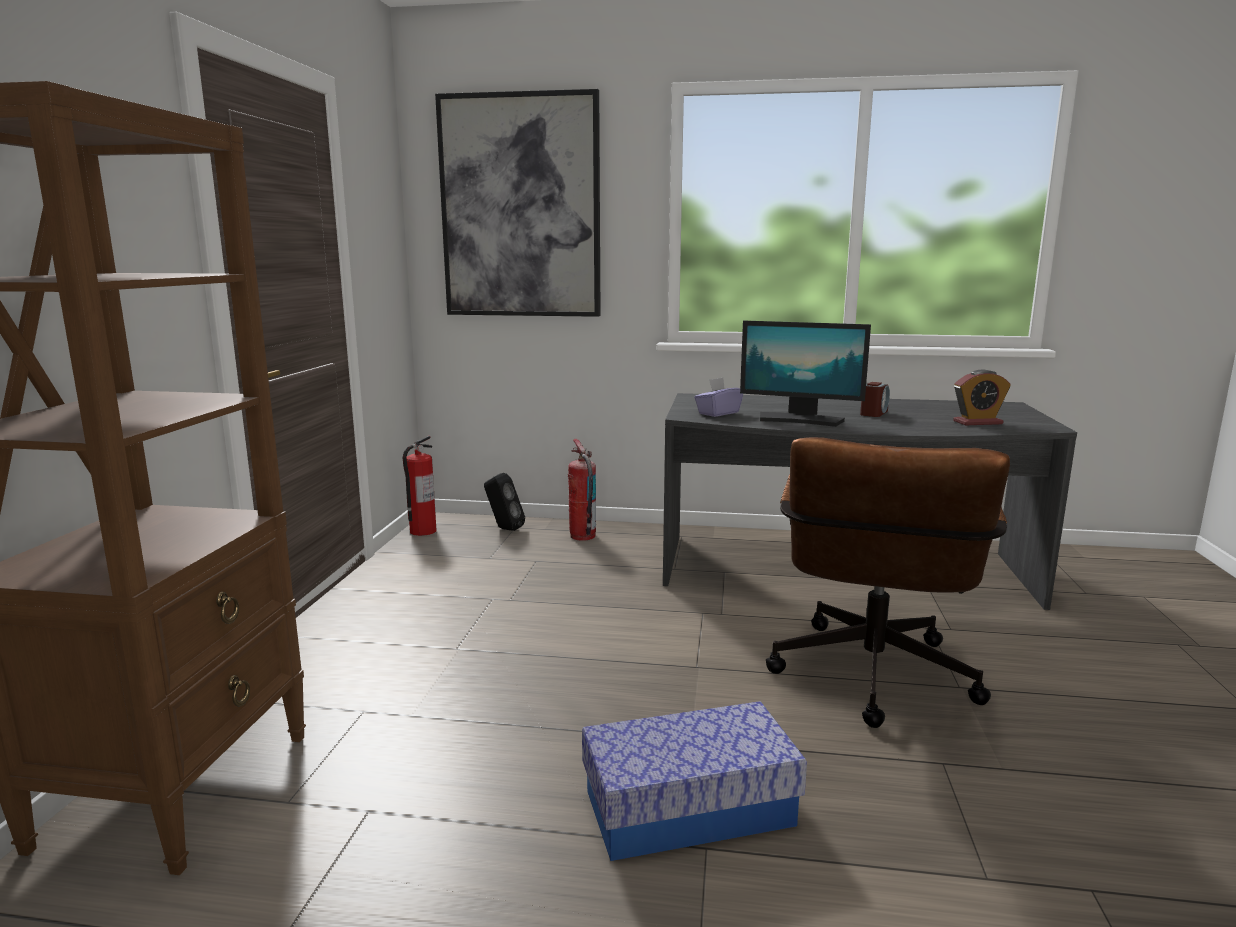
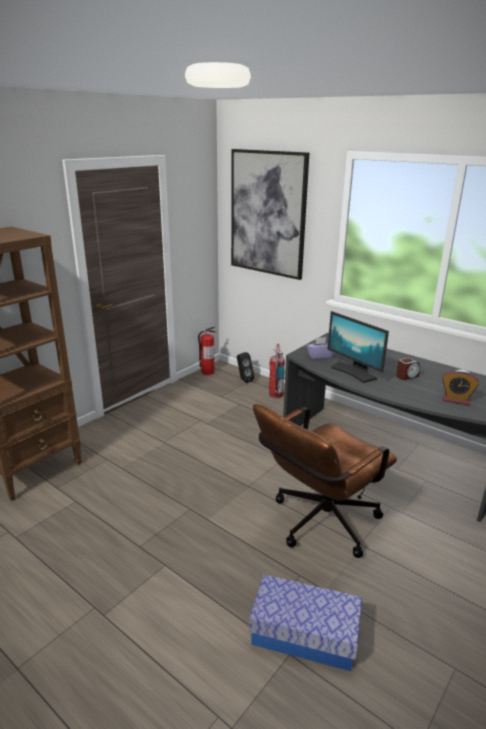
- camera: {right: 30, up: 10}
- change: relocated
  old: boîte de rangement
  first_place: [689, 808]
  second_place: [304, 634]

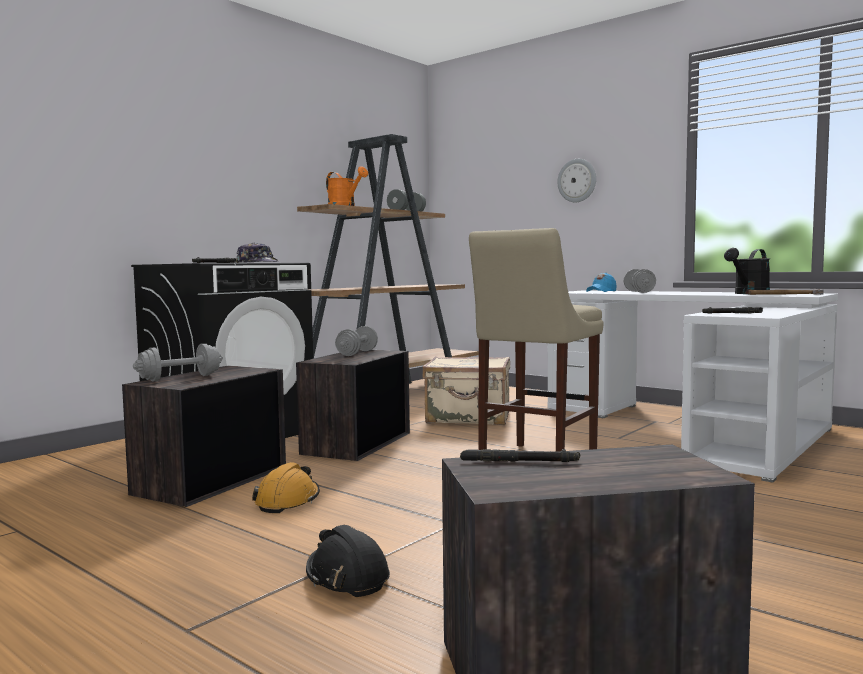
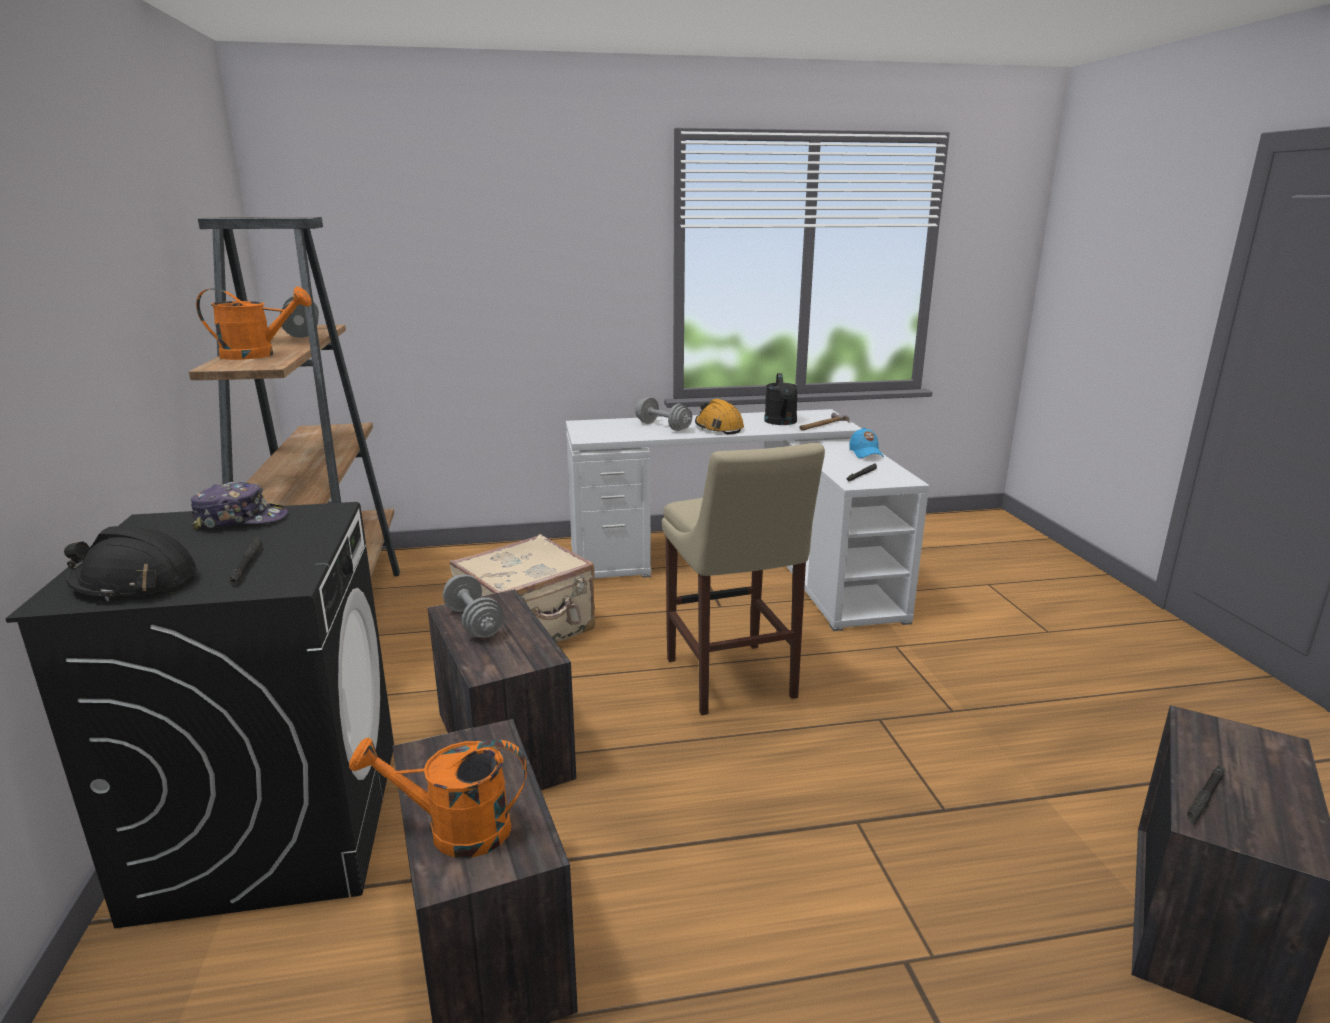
- camera: {right: -50, up: 15}
- change: exchanged
  old: haltère/gris
  new: arrosoir/orange
  first_place: [180, 378]
  second_place: [454, 830]
- change: relocated
  old: casque de chantier/orange
  first_place: [288, 501]
  second_place: [718, 428]
- change: relocated
  old: casque de chantier/noir
  first_place: [347, 577]
  second_place: [135, 583]
- change: missing
  old: horloge murale
  first_place: [577, 180]
- change: relocated
  old: casquette/bleu
  first_place: [601, 291]
  second_place: [865, 453]

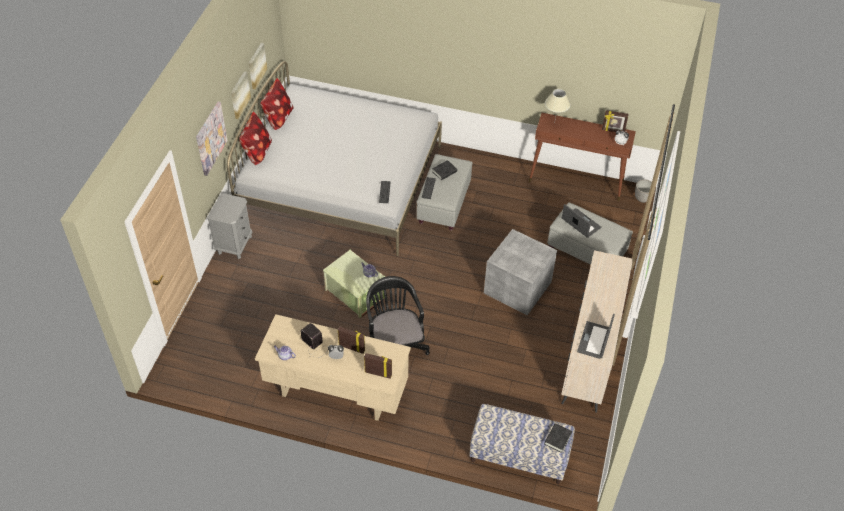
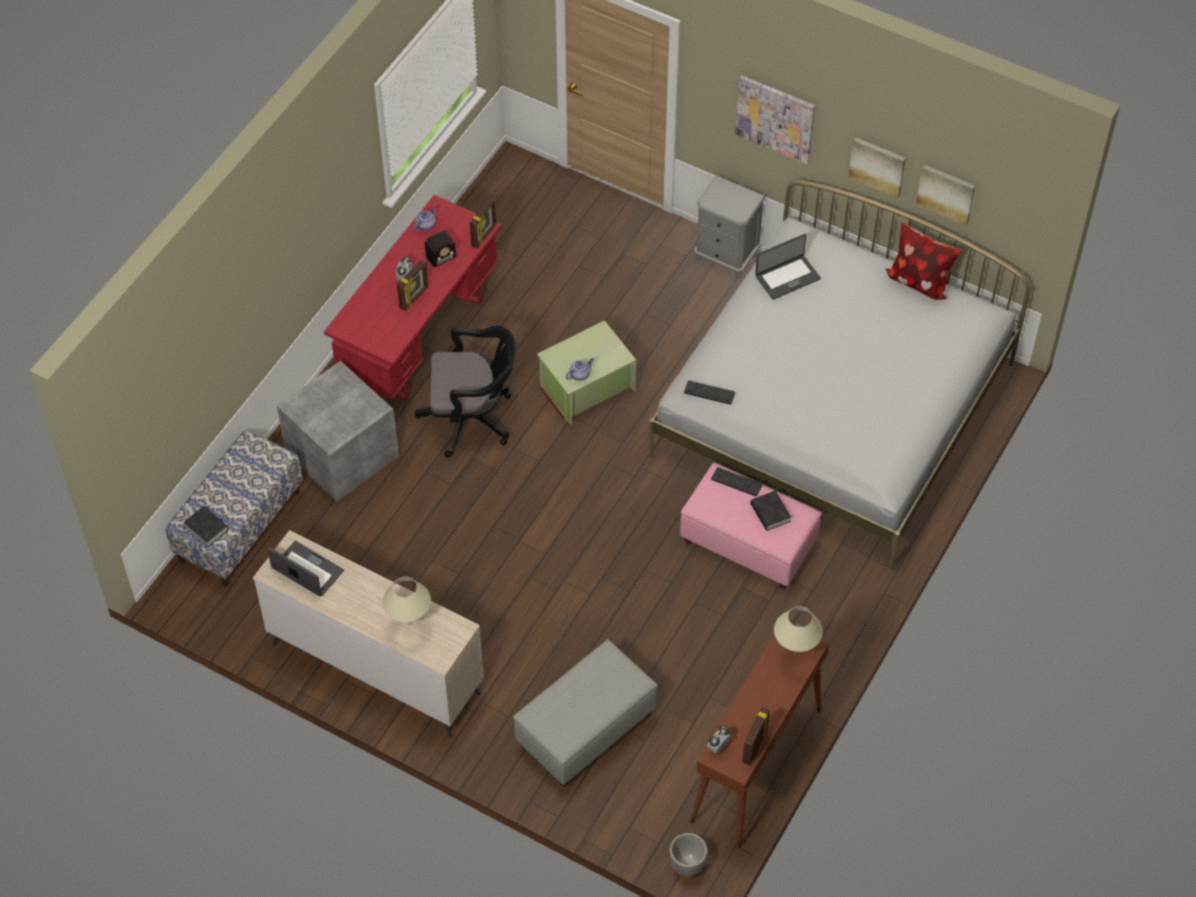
- camera: {right: 105, up: 5}
- change: missing
  old: coussin
  first_place: [257, 152]
- change: colour
  old: bureau/beige
  new: bureau/rouge
  first_place: [335, 392]
  second_place: [420, 337]
- change: relocated
  old: cadre photo
  first_place: [378, 373]
  second_place: [484, 236]
- change: colour
  old: pouf/gris
  new: pouf/rose
  first_place: [444, 203]
  second_place: [749, 544]
- change: relocated
  old: boîte de rangement/gris
  first_place: [518, 288]
  second_place: [340, 454]
- change: relocated
  old: ordinateur portable
  first_place: [580, 223]
  second_place: [787, 277]
- change: appeared
  new: lampe de table/beige
  second_place: [409, 626]

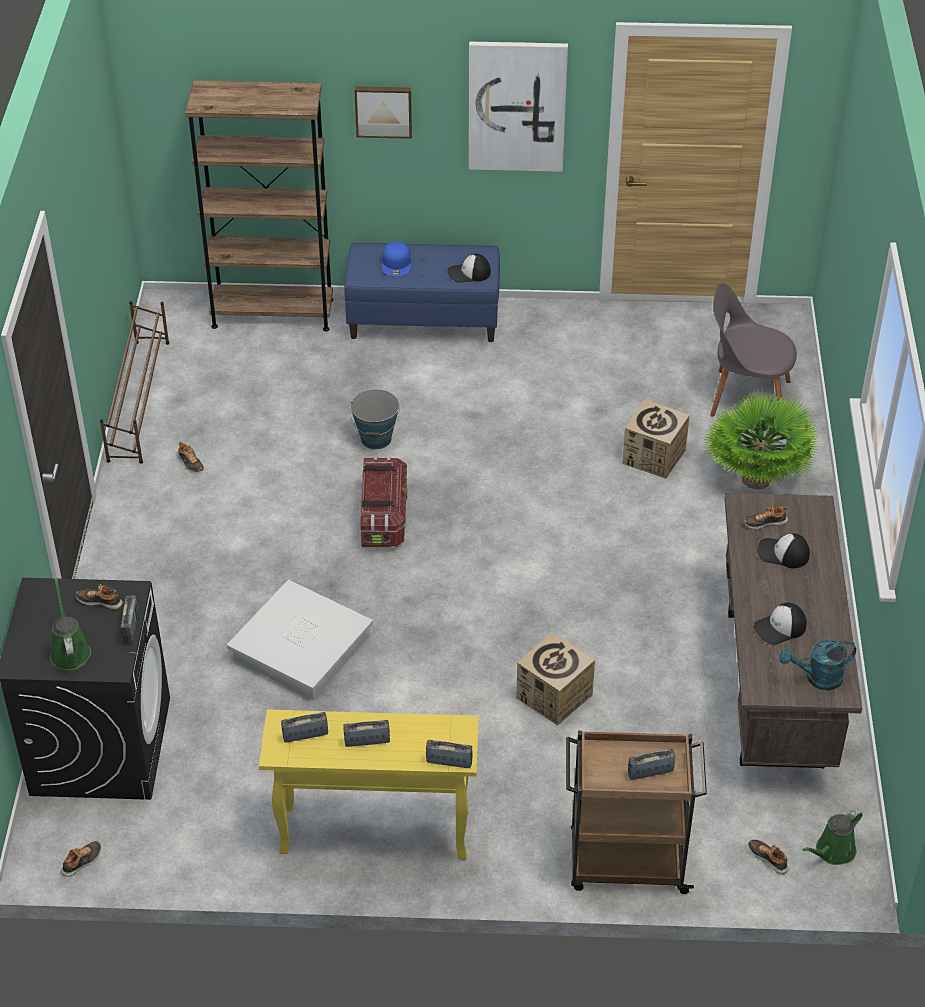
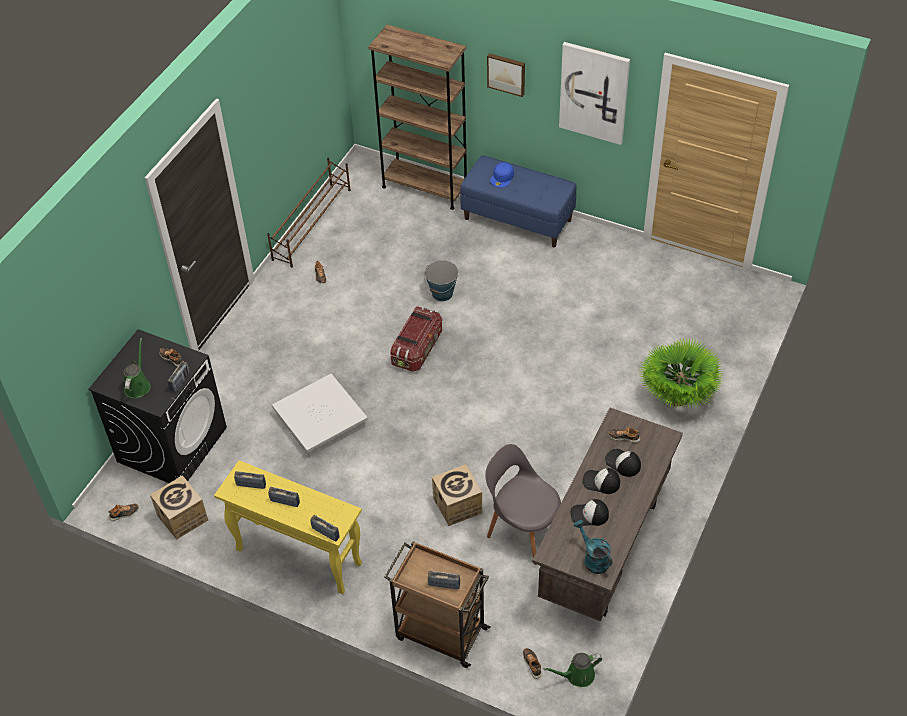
- camera: {right: 25, up: 5}
- change: relocated
  old: casquette
  first_place: [469, 273]
  second_place: [601, 482]
- change: relocated
  old: carton
  first_place: [654, 456]
  second_place: [182, 518]
- change: relocated
  old: chaise/gris
  first_place: [745, 397]
  second_place: [523, 529]
- change: spun
  old: arrosoir/turquoise
  first_place: [817, 678]
  second_place: [593, 559]
  degrees: 45

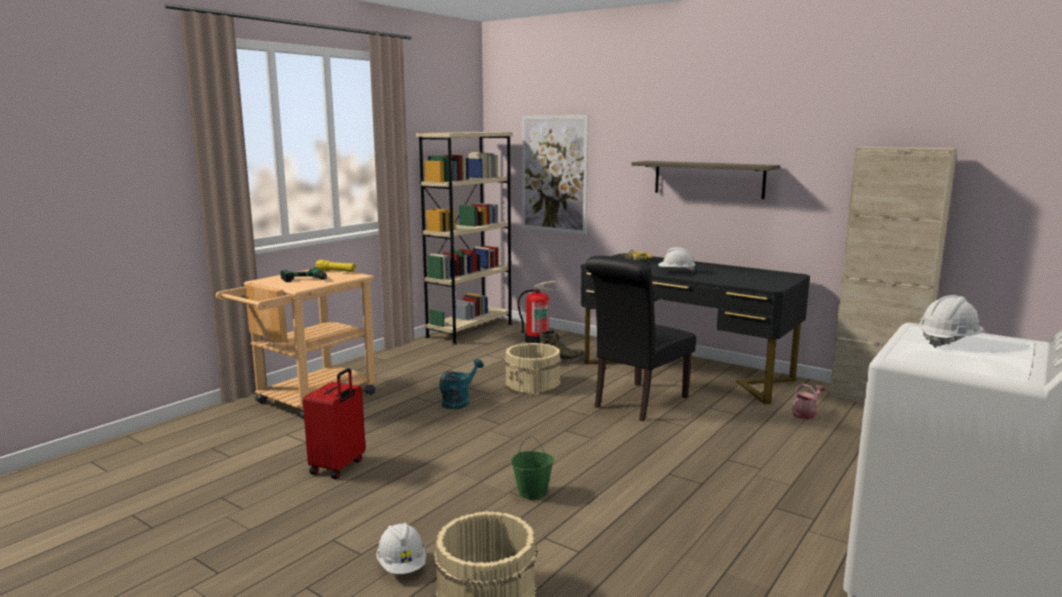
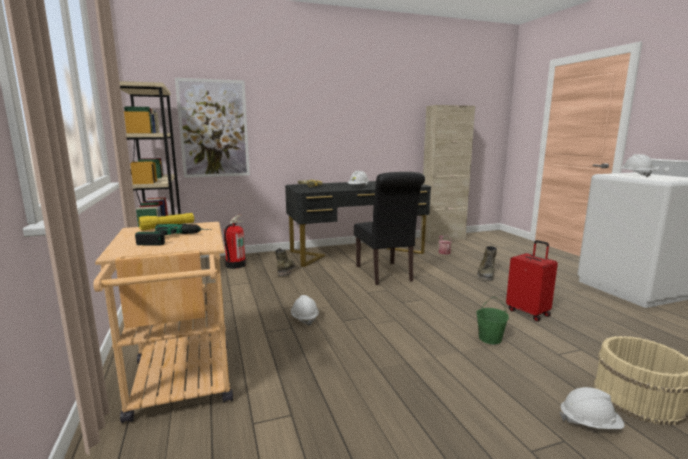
- camera: {right: -55, up: 0}
- change: relocated
  old: valise/rouge
  first_place: [338, 467]
  second_place: [528, 312]
- change: exchanged
  old: arrosoir/turquoise
  new: casque de chantier/blanc
  first_place: [459, 401]
  second_place: [304, 318]
- change: missing
  old: seau/beige
  first_place: [533, 385]
- change: missing
  old: étagère
  first_place: [708, 179]
- change: appeared
  new: botte/vert
  second_place: [486, 274]

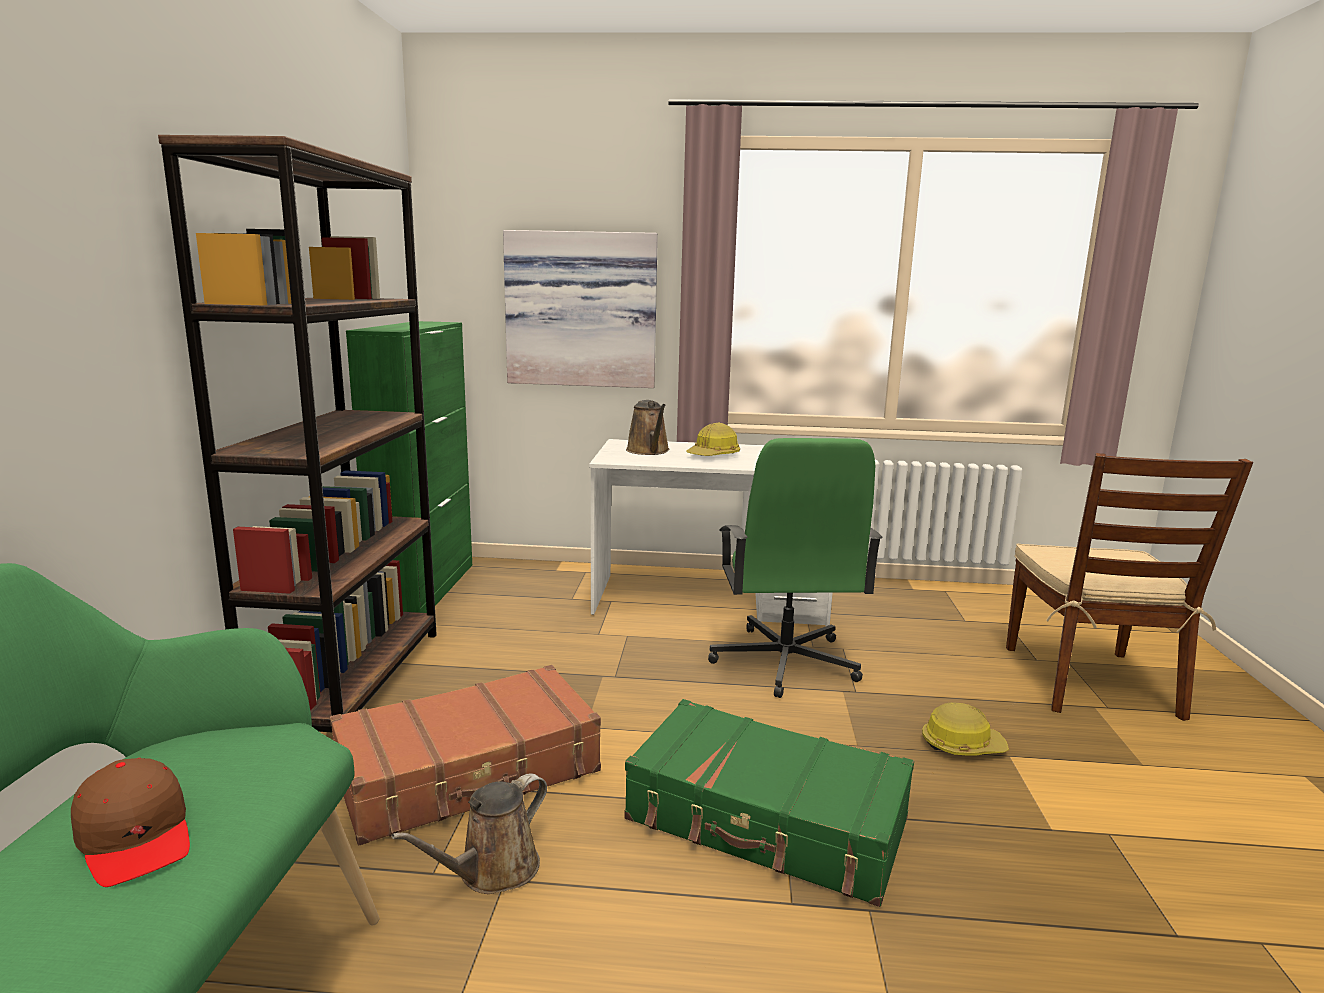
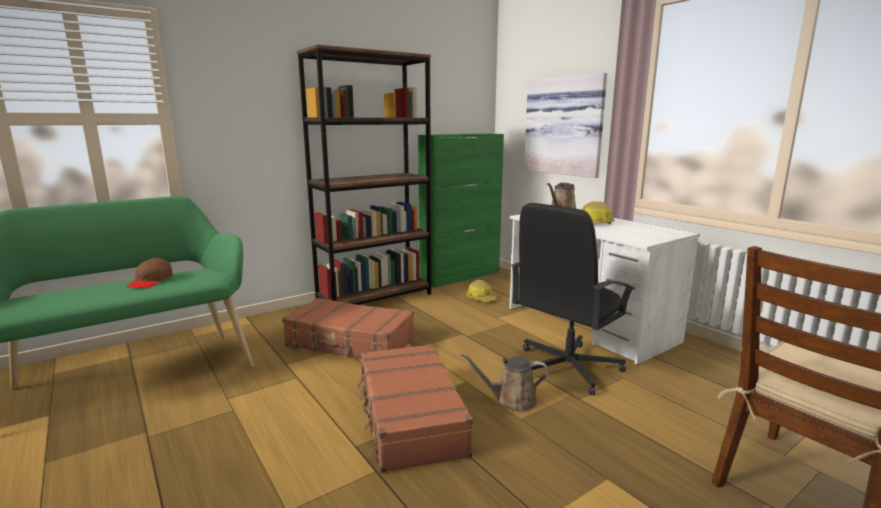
- camera: {right: 50, up: 0}
- change: relocated
  old: arrosoir/marron
  first_place: [492, 871]
  second_place: [511, 400]
- change: colour
  old: valise/vert
  new: valise/marron
  first_place: [766, 821]
  second_place: [409, 417]
- change: colour
  old: chaise de bureau/vert
  new: chaise de bureau/noir
  first_place: [784, 662]
  second_place: [566, 367]
- change: relocated
  old: casque de chantier
  first_place: [961, 745]
  second_place: [481, 298]

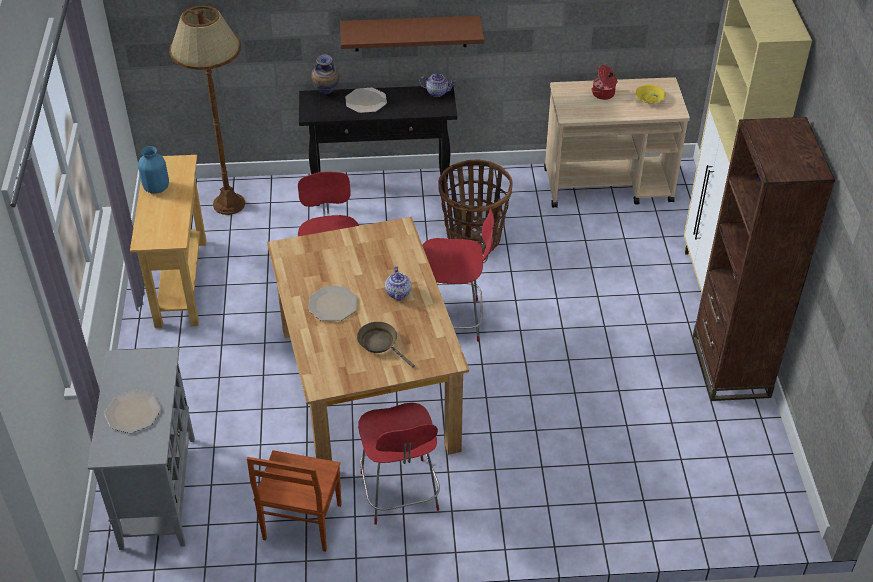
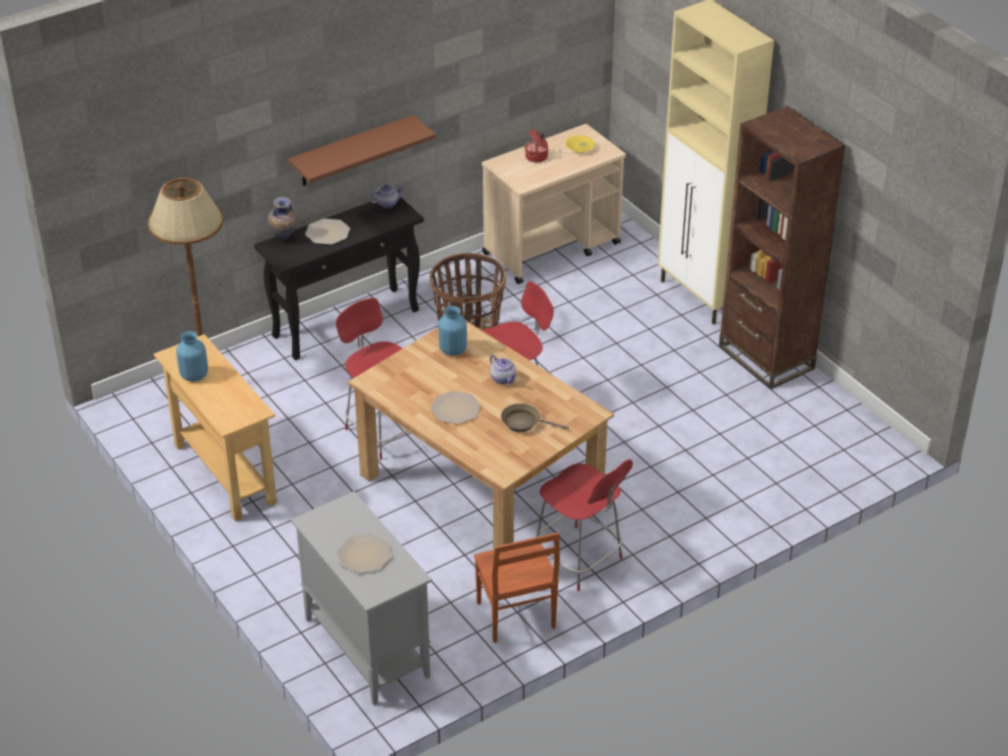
- camera: {right: -30, up: -5}
- change: appeared
  new: vase/bleu
  second_place: [452, 350]

